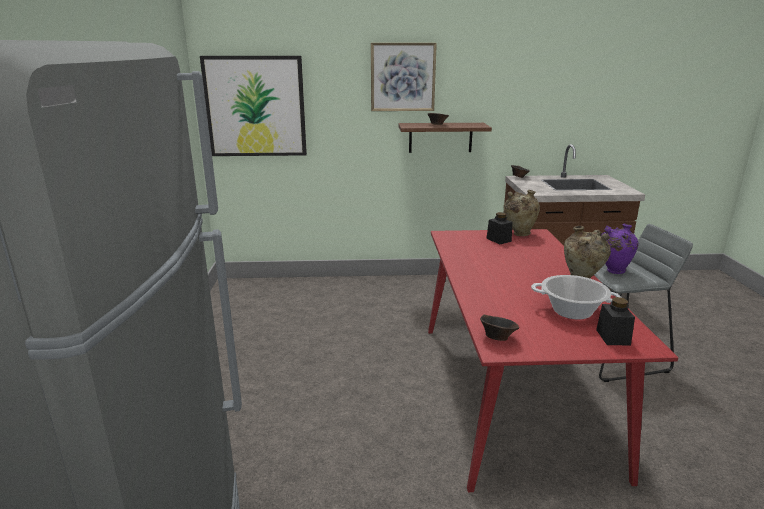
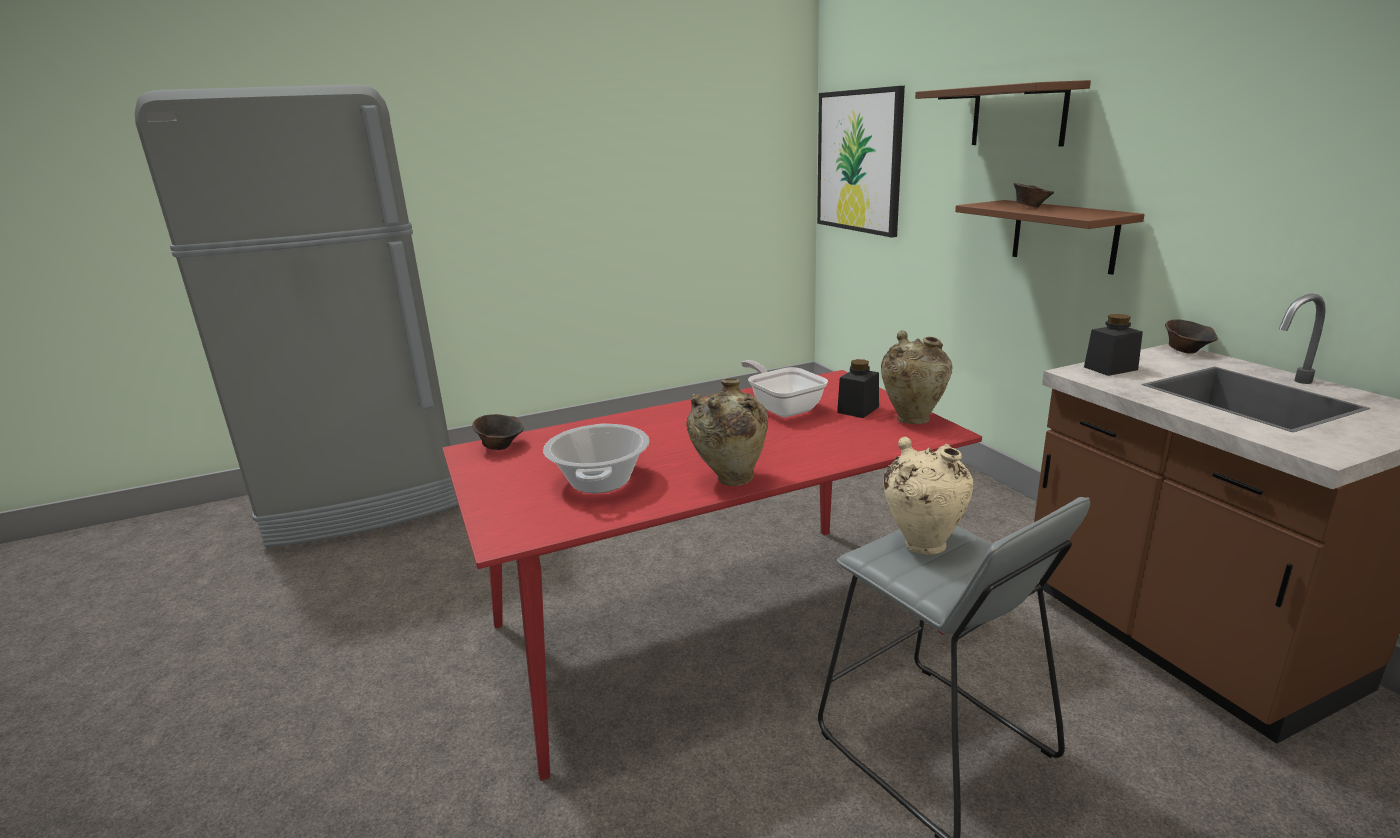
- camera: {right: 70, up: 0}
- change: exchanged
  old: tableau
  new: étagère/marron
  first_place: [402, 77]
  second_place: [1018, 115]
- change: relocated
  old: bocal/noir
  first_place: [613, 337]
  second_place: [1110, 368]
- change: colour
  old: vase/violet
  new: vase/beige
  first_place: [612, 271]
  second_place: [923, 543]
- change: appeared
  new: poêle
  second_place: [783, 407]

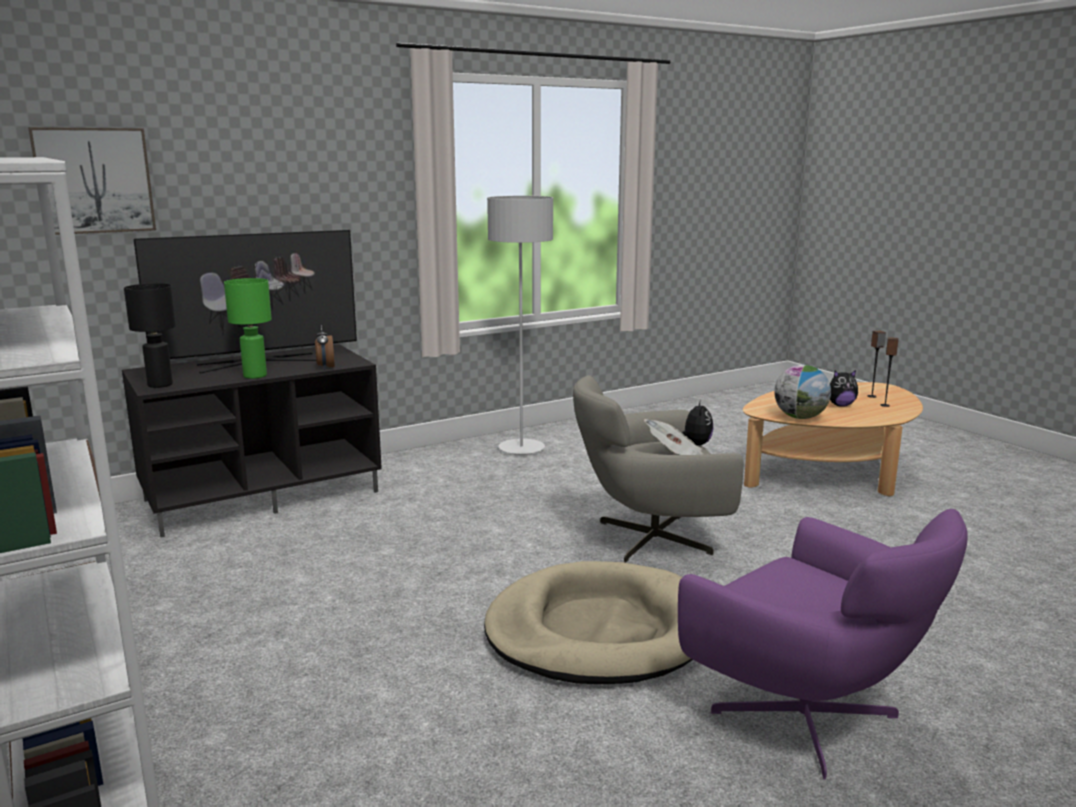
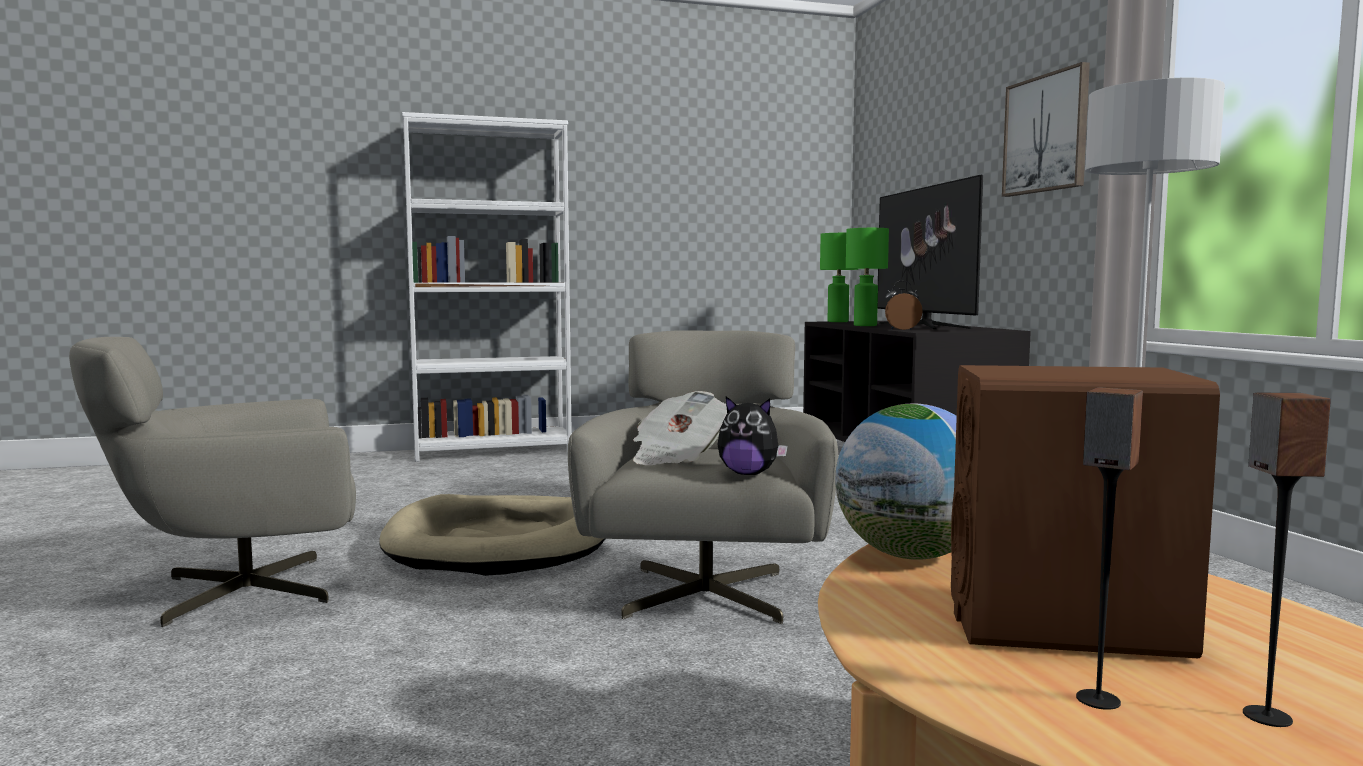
- camera: {right: 105, up: -10}
- change: relocated
  old: tableau
  first_place: [94, 180]
  second_place: [1046, 134]
- change: colour
  old: lampe de table/noir
  new: lampe de table/vert
  first_place: [159, 385]
  second_place: [837, 322]
- change: colour
  old: fauteuil/violet
  new: fauteuil/gris
  first_place: [811, 719]
  second_place: [237, 591]
- change: exchanged
  old: peluche
  new: enceinte/marron
  first_place: [840, 405]
  second_place: [1065, 625]

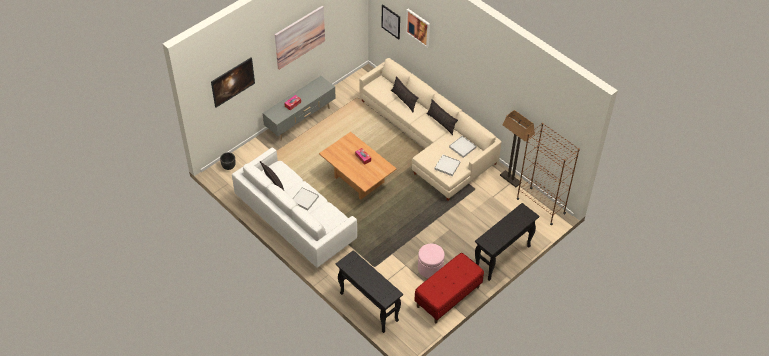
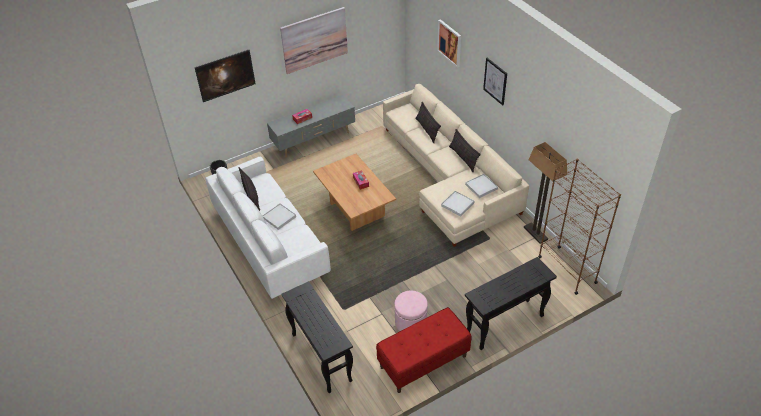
- camera: {right: 15, up: -5}
- change: relocated
  old: tableau
  first_place: [391, 21]
  second_place: [495, 81]

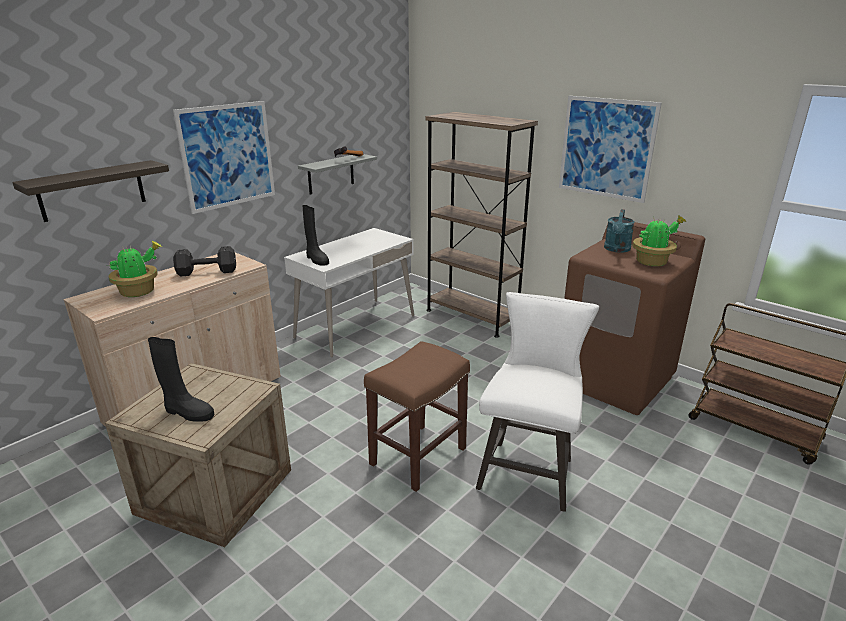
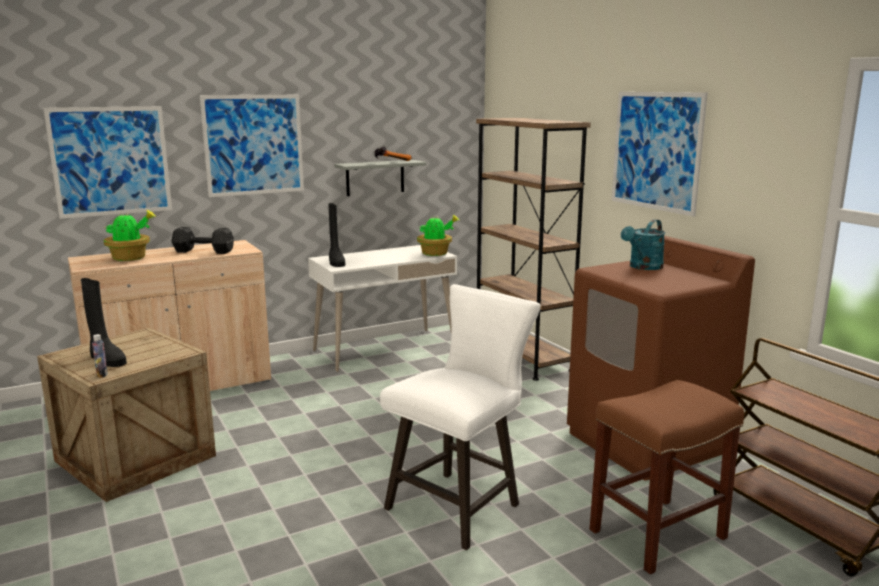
- camera: {right: 20, up: -10}
- change: exchanged
  old: étagère
  new: tableau
  first_place: [92, 190]
  second_place: [111, 161]
- change: relocated
  old: tabouret/marron
  first_place: [418, 455]
  second_place: [658, 533]
- change: relocated
  old: plante en pot
  first_place: [652, 262]
  second_place: [436, 254]
- change: appeared
  new: bouteille
  second_place: [102, 375]

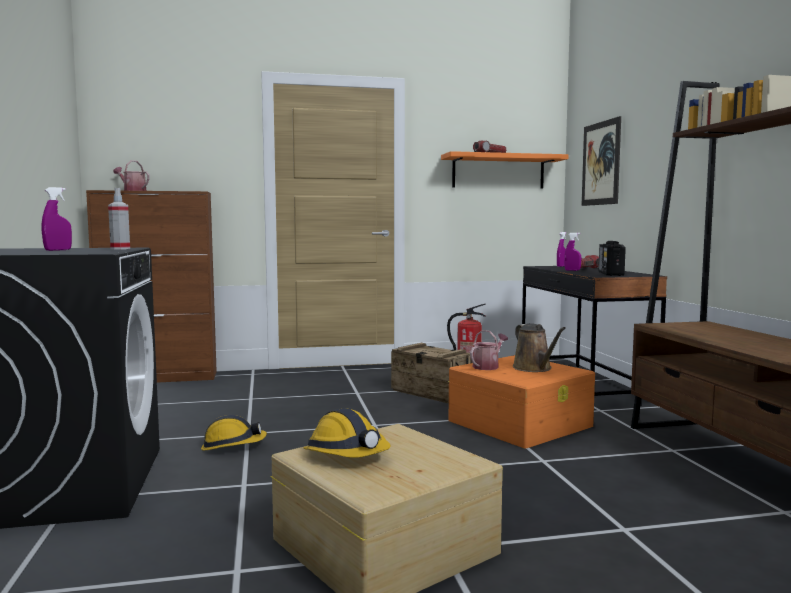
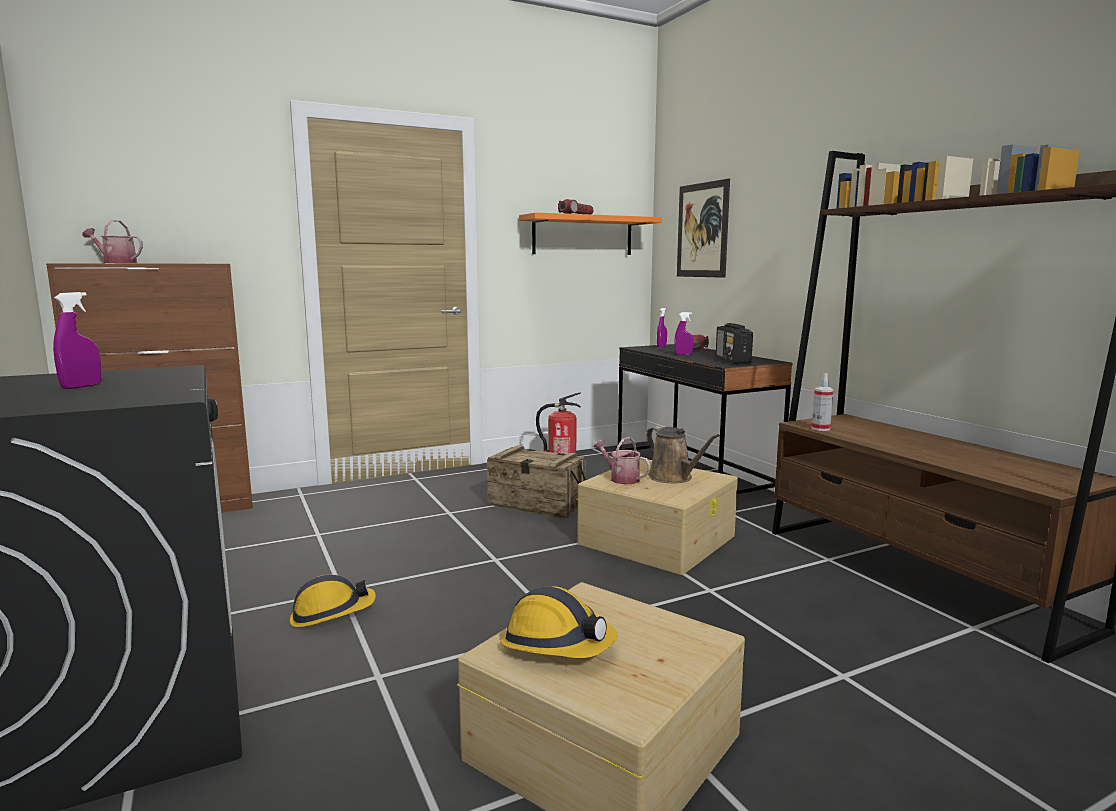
- camera: {right: -15, up: 5}
- change: relocated
  old: vaporisateur
  first_place: [120, 249]
  second_place: [820, 428]
- change: colour
  old: boîte de rangement/orange
  new: boîte de rangement/beige
  first_place: [520, 423]
  second_place: [658, 539]
- change: spun
  old: arrosoir
  first_place: [488, 366]
  second_place: [621, 478]
  degrees: -75

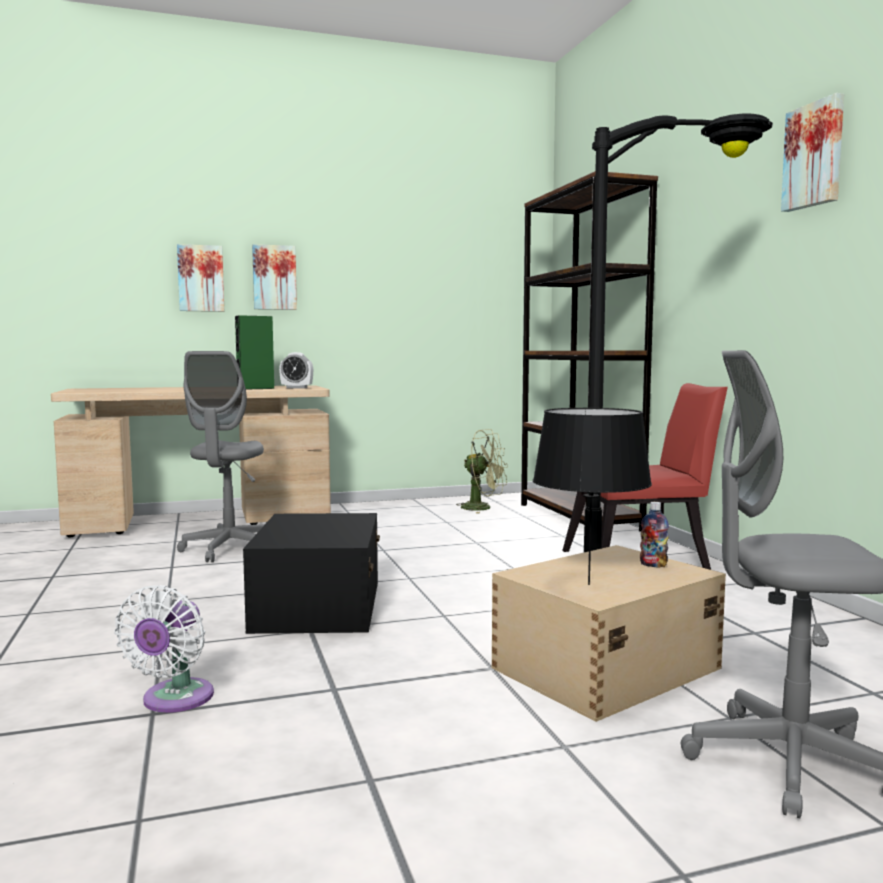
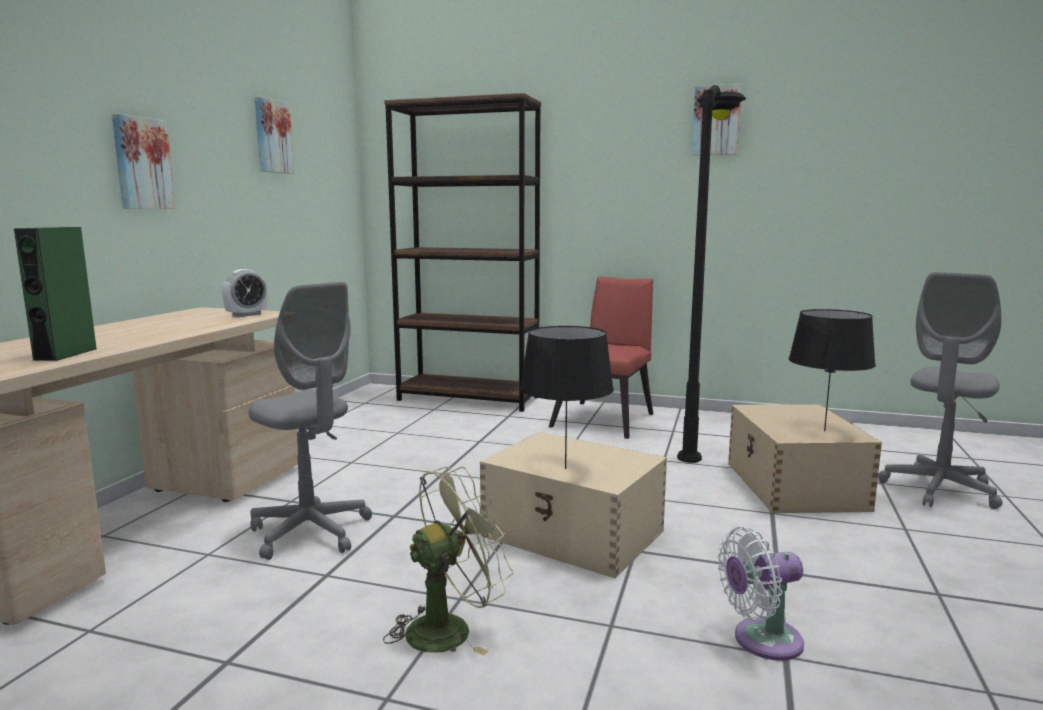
- camera: {right: -55, up: 5}
- change: spun
  old: ventilateur/blanc
  first_place: [174, 700]
  second_place: [761, 641]
  degrees: 120
- change: relocated
  old: tableau
  first_place: [201, 278]
  second_place: [272, 136]
- change: relocated
  old: enceinte/vert
  first_place: [255, 388]
  second_place: [66, 354]
- change: colour
  old: boîte de rangement/noir
  new: boîte de rangement/beige
  first_place: [317, 606]
  second_place: [574, 534]
- change: relocated
  old: ventilateur/vert
  first_place: [483, 508]
  second_place: [450, 628]
- change: missing
  old: bouteille
  first_place: [653, 565]
- change: appeared
  new: lampe de table/noir
  second_place: [565, 468]

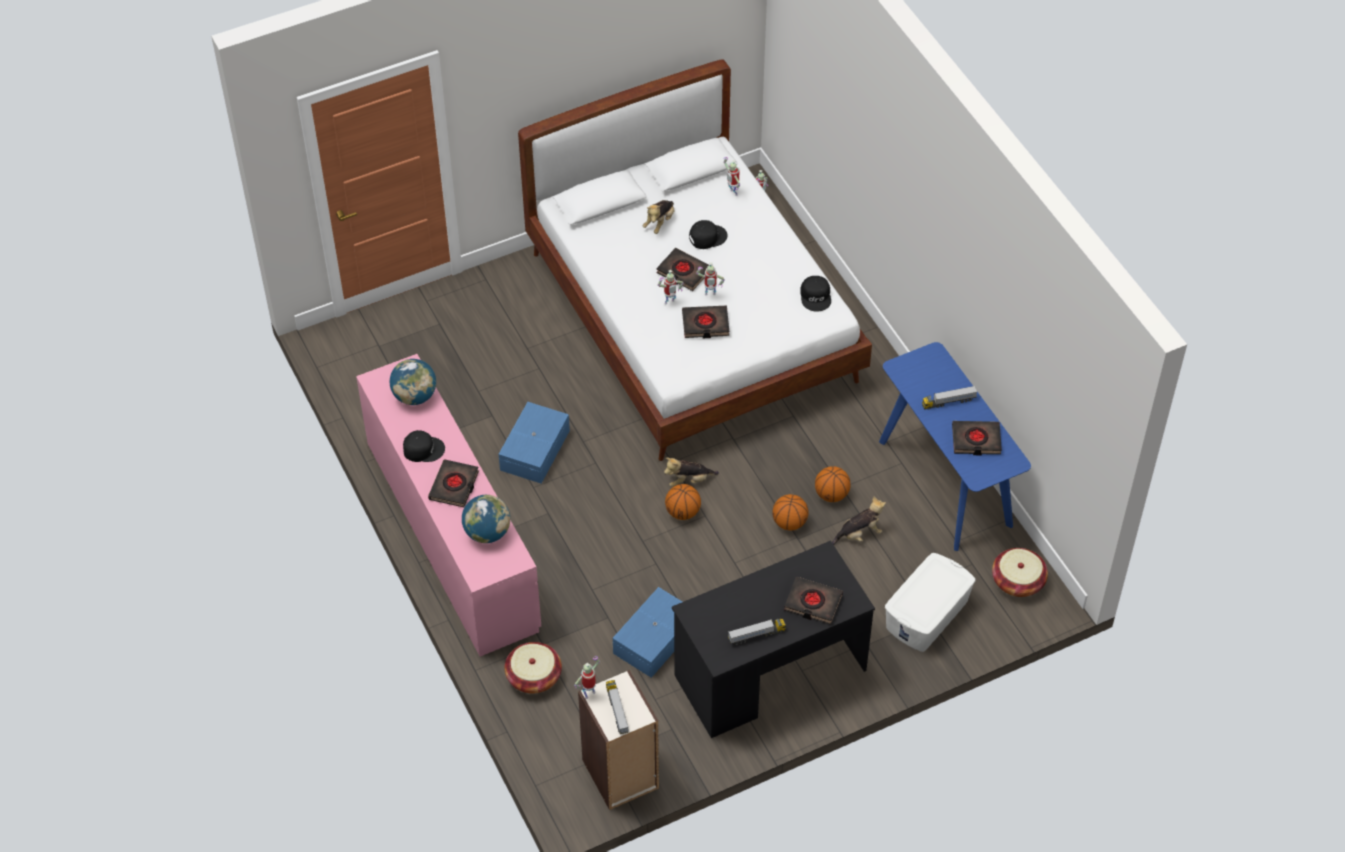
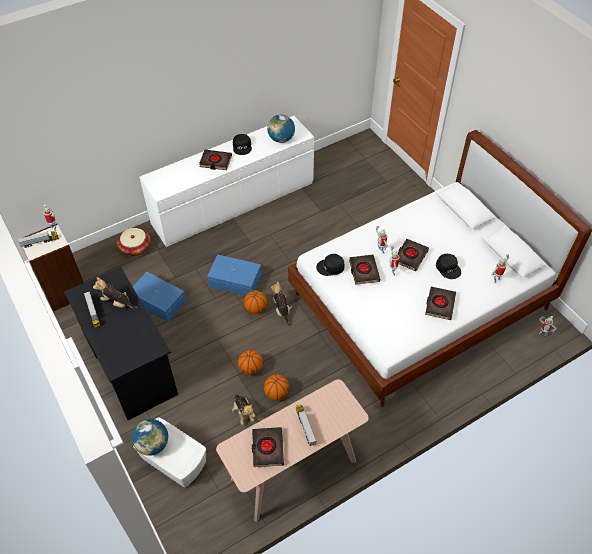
- camera: {right: 85, up: 0}
- change: colour
  old: commode/rose
  new: commode/blanc
  first_place: [451, 535]
  second_place: [233, 203]
- change: relocated
  old: globe
  first_place: [487, 533]
  second_place: [153, 444]
- change: relocated
  old: boîte de rangement/bleu
  first_place: [536, 450]
  second_place: [235, 281]
- change: relocated
  old: peluche
  first_place: [660, 222]
  second_place: [118, 303]
- change: relocated
  old: livre/noir
  first_place: [813, 603]
  second_place: [439, 305]
- change: relocated
  old: casquette/noir
  first_place: [816, 296]
  second_place: [330, 267]
- change: colour
  old: table console/bleu
  new: table console/beige
  first_place: [945, 483]
  second_place: [294, 470]
- change: missing
  old: panier
  first_place: [1018, 581]

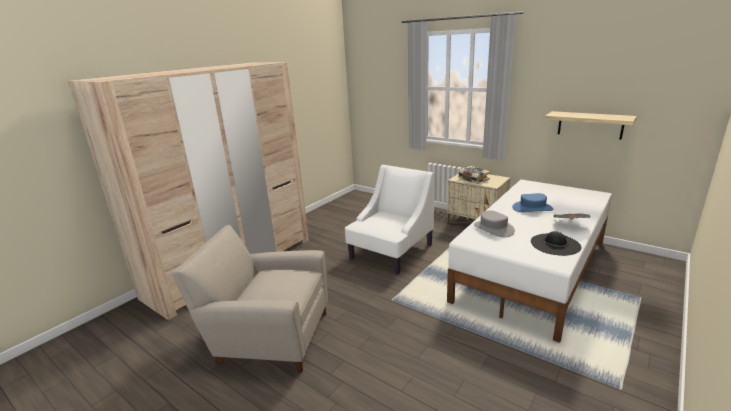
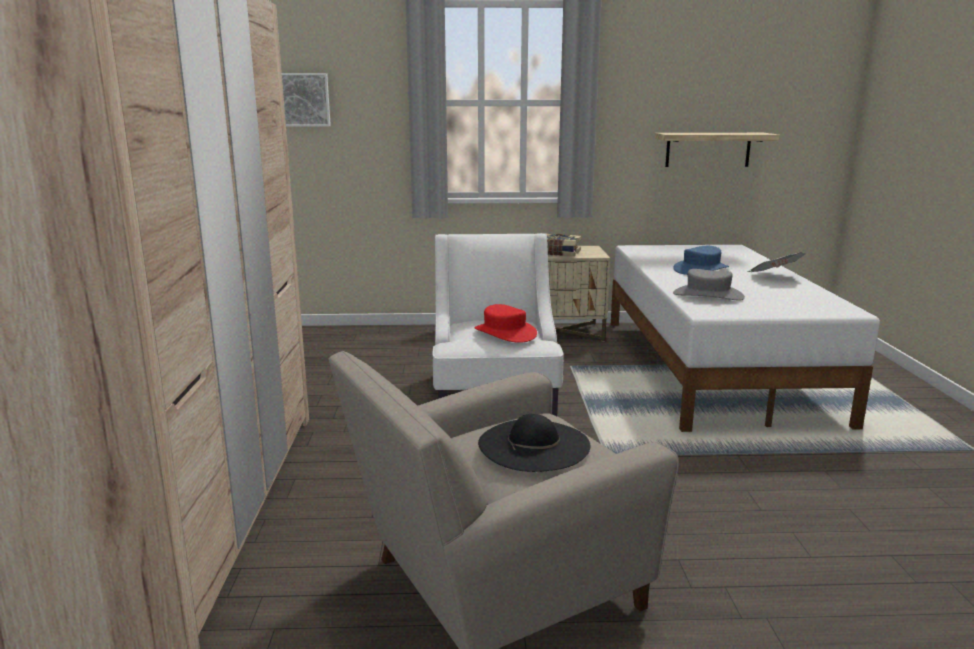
- camera: {right: -40, up: -5}
- change: relocated
  old: chapeau/noir
  first_place: [555, 244]
  second_place: [534, 445]
- change: appeared
  new: tableau
  second_place: [303, 100]
- change: appeared
  new: chapeau/rouge
  second_place: [505, 333]

